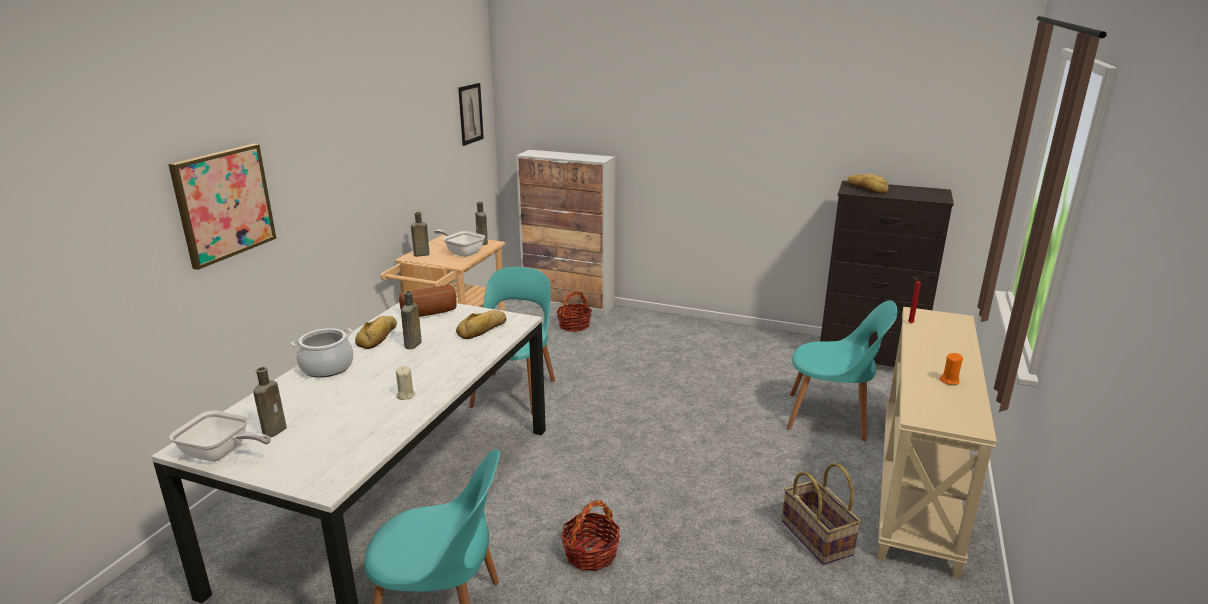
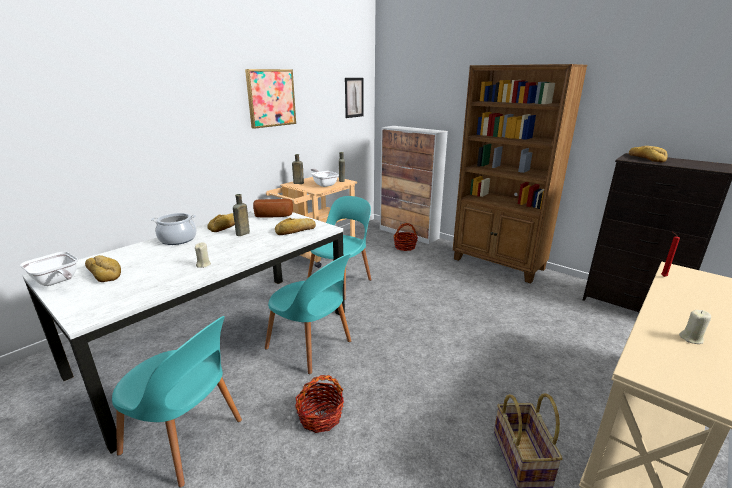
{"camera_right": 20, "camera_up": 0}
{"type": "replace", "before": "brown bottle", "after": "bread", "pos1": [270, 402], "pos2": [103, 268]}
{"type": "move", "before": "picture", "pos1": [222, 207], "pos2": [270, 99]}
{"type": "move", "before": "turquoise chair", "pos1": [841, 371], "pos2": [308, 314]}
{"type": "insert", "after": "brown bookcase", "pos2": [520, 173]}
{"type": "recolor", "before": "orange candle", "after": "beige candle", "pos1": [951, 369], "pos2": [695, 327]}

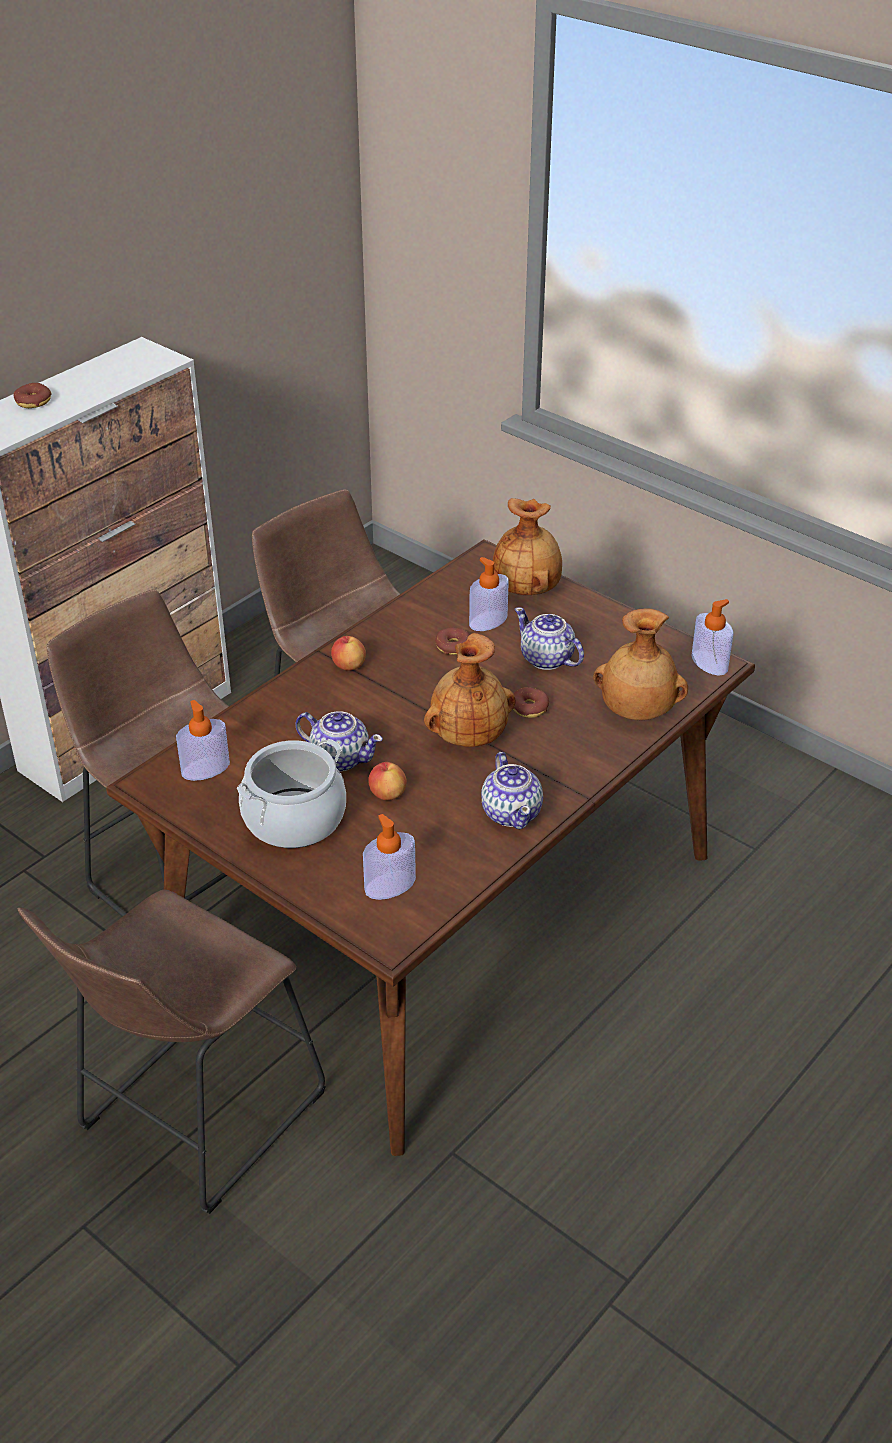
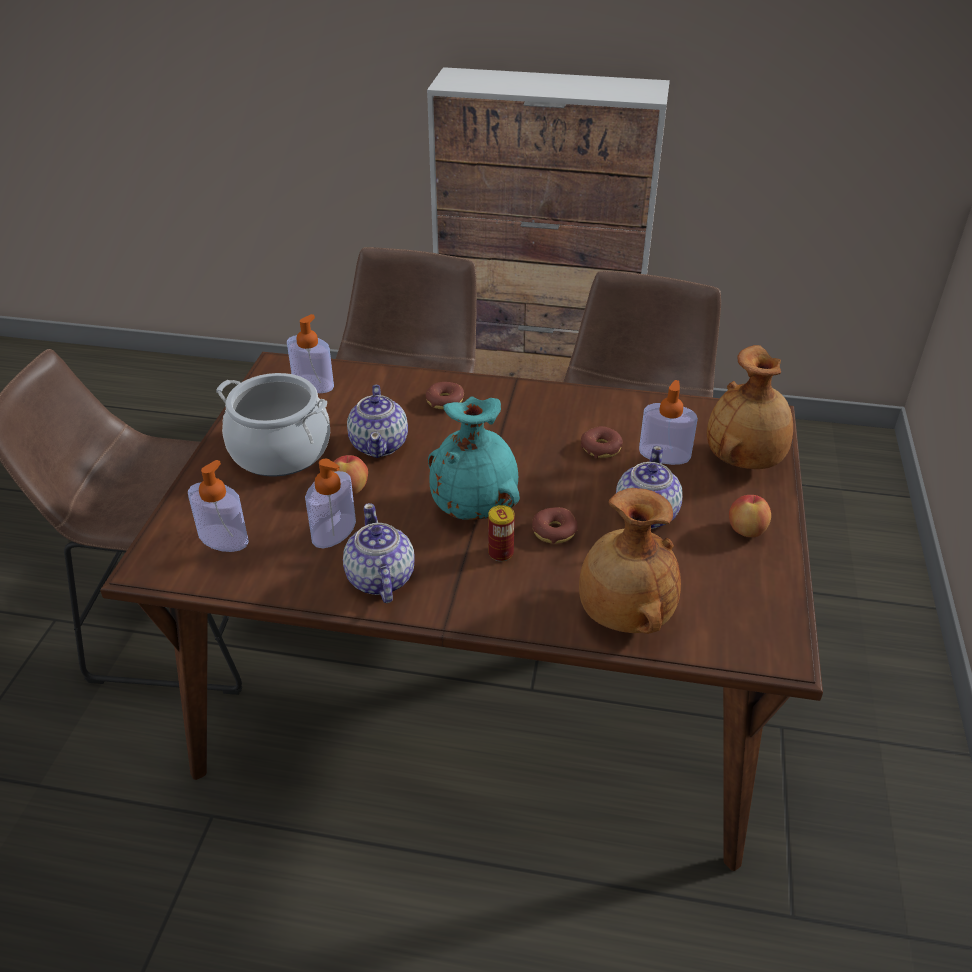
{"camera_right": 60, "camera_up": 0}
{"type": "move", "before": "soap dispenser", "pos1": [712, 637], "pos2": [330, 503]}
{"type": "rotate", "before": "teapot", "pos1": [512, 791], "pos2": [379, 553], "turn": 120}
{"type": "move", "before": "donut", "pos1": [32, 395], "pos2": [445, 396]}
{"type": "recolor", "before": "brown vase", "after": "turquoise vase", "pos1": [470, 690], "pos2": [474, 458]}
{"type": "insert", "after": "can", "pos2": [501, 533]}
{"type": "move", "before": "apple", "pos1": [348, 653], "pos2": [750, 516]}

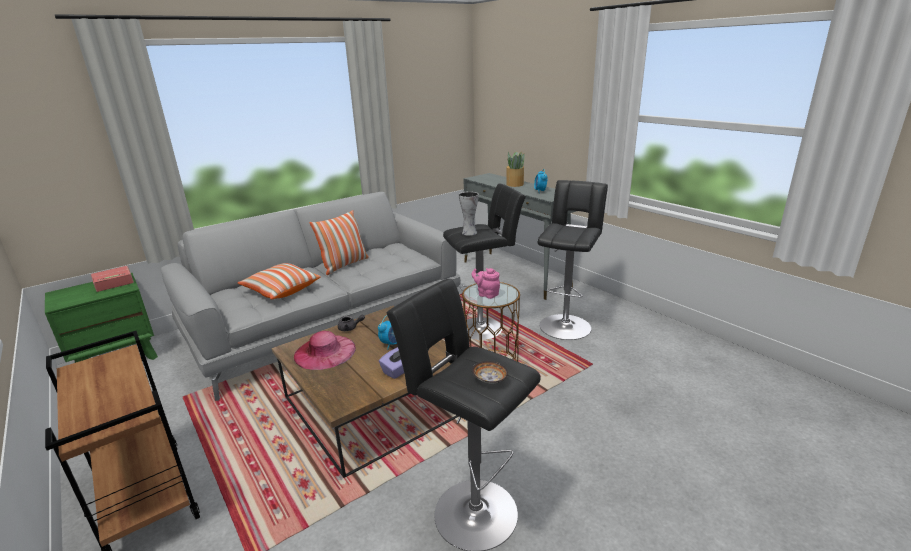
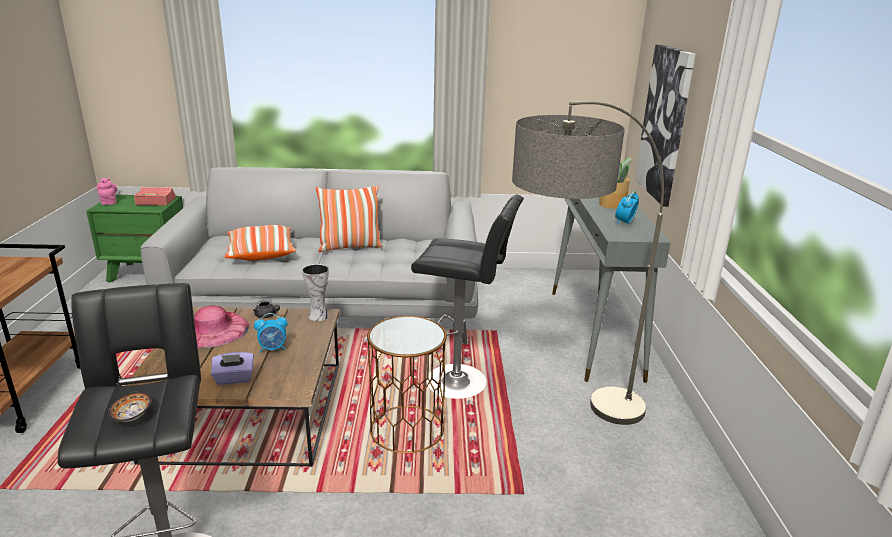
{"camera_right": 35, "camera_up": 0}
{"type": "move", "before": "pink teapot", "pos1": [485, 283], "pos2": [107, 191]}
{"type": "move", "before": "vase", "pos1": [469, 214], "pos2": [315, 292]}
{"type": "replace", "before": "black stool", "after": "floor lamp", "pos1": [573, 260], "pos2": [588, 263]}
{"type": "insert", "after": "picture", "pos2": [665, 126]}

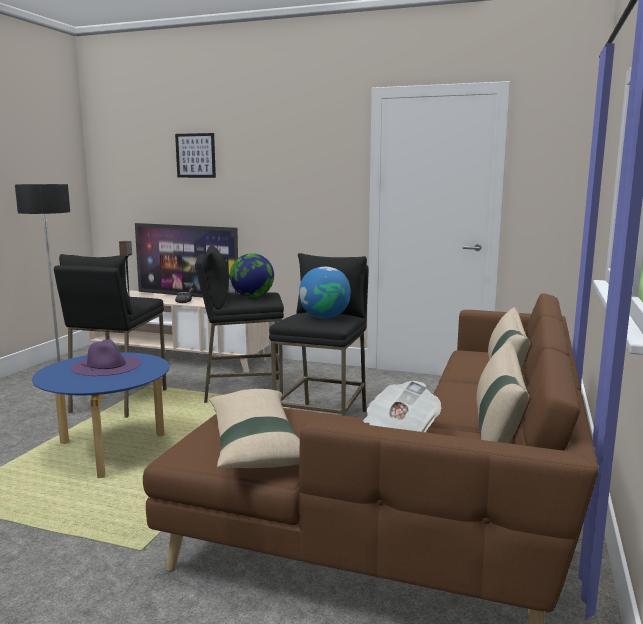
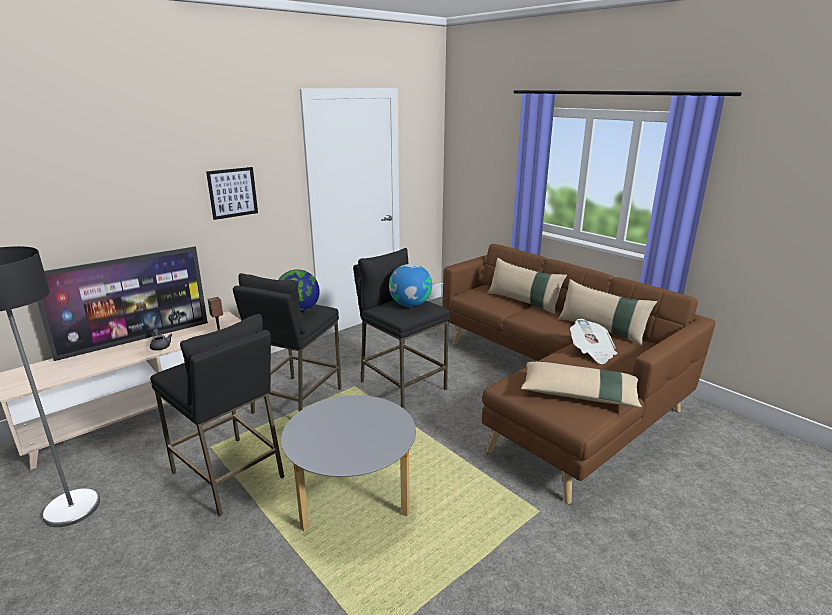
{"camera_right": -60, "camera_up": 10}
{"type": "move", "before": "picture", "pos1": [195, 155], "pos2": [232, 193]}
{"type": "recolor", "before": "blue coffee table", "after": "grey coffee table", "pos1": [100, 415], "pos2": [348, 463]}
{"type": "delete", "before": "purple hat", "pos1": [105, 357]}

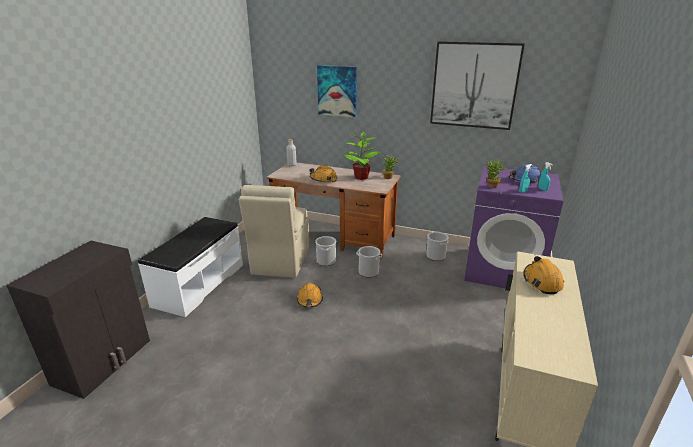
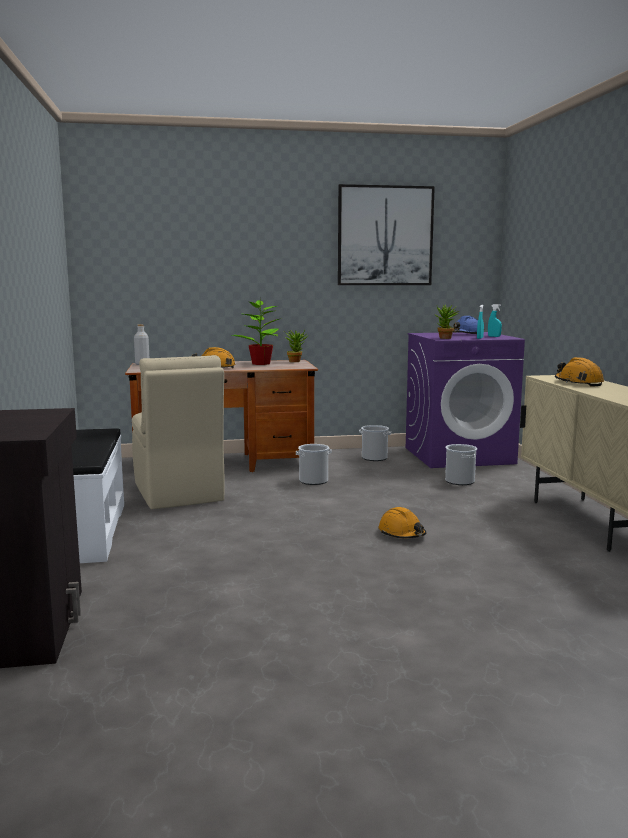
{"camera_right": -30, "camera_up": -15}
{"type": "move", "before": "orange hard hat", "pos1": [310, 295], "pos2": [402, 522]}
{"type": "move", "before": "bucket", "pos1": [325, 251], "pos2": [461, 464]}
{"type": "delete", "before": "picture", "pos1": [337, 91]}

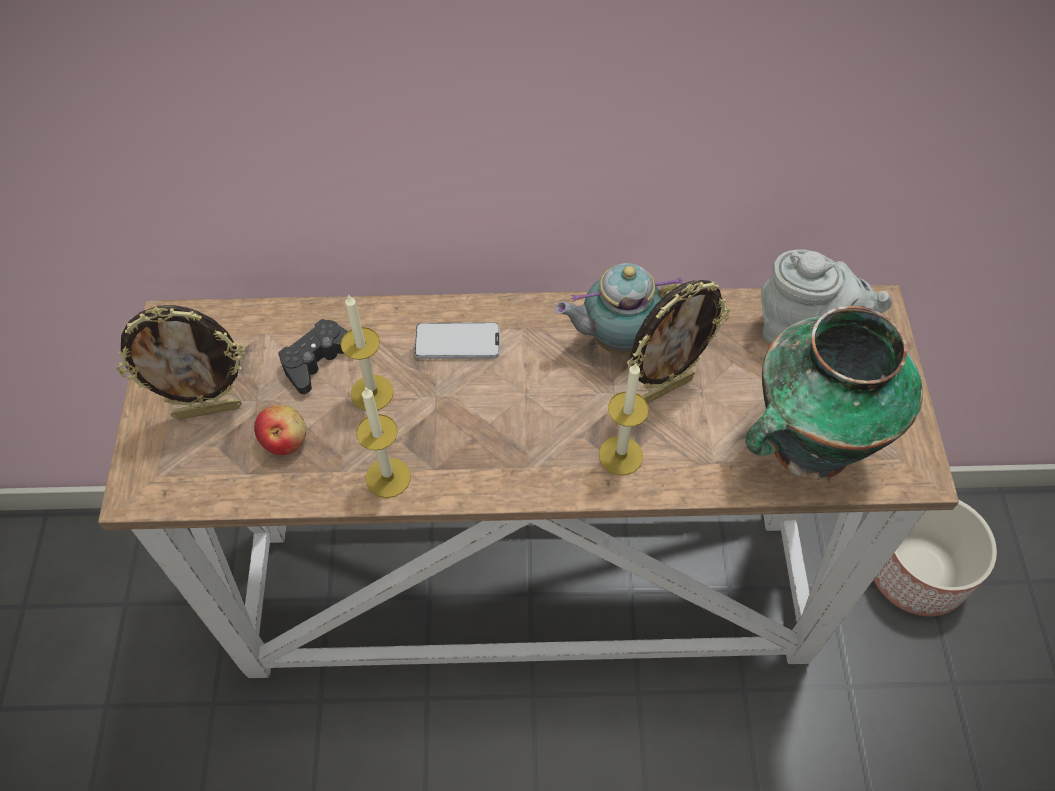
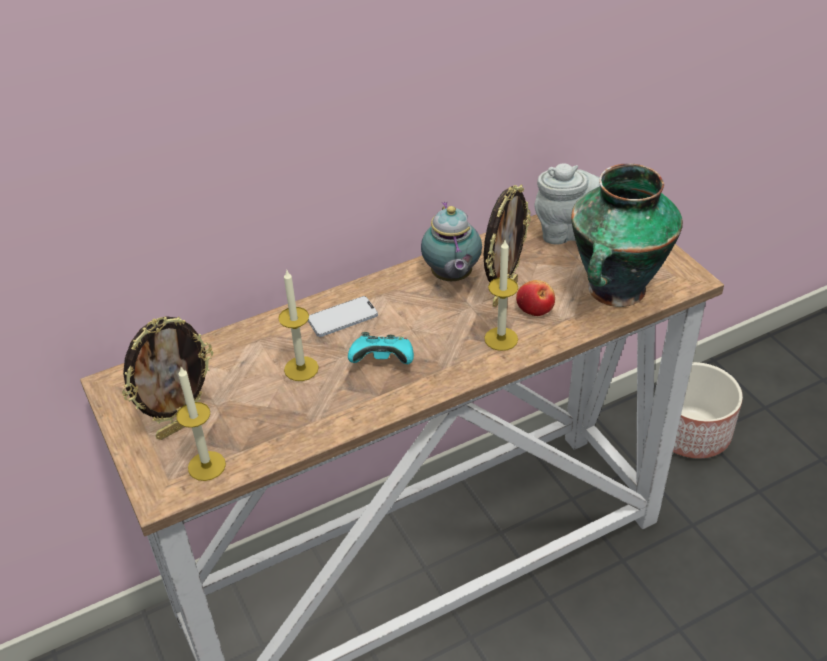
{"camera_right": -25, "camera_up": -15}
{"type": "move", "before": "candle", "pos1": [383, 442], "pos2": [201, 424]}
{"type": "insert", "after": "turquoise game controller", "pos2": [381, 348]}
{"type": "rotate", "before": "teapot", "pos1": [619, 309], "pos2": [451, 241], "turn": -60}
{"type": "move", "before": "apple", "pos1": [280, 430], "pos2": [535, 298]}
{"type": "delete", "before": "black game controller", "pos1": [313, 356]}

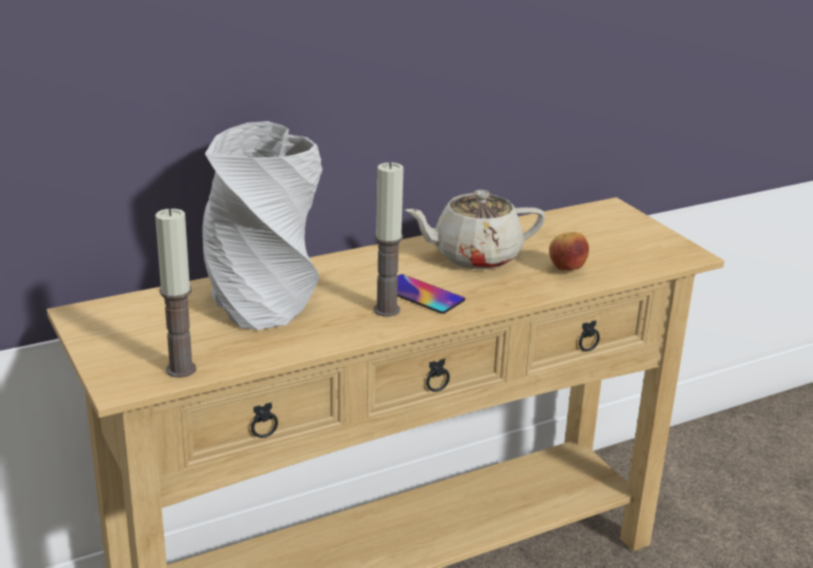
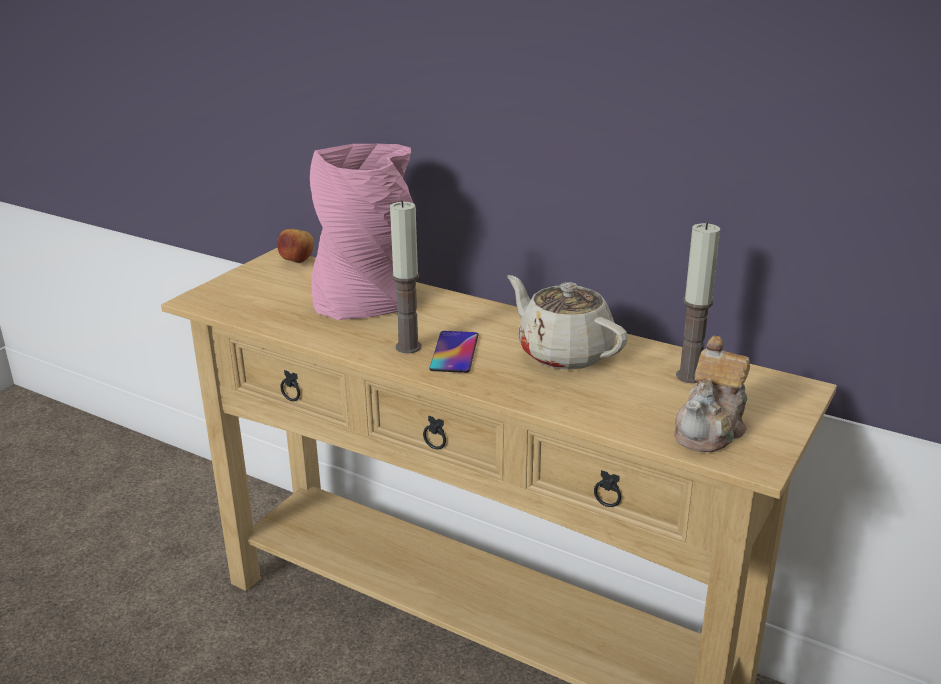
{"camera_right": 60, "camera_up": 0}
{"type": "move", "before": "apple", "pos1": [569, 251], "pos2": [295, 245]}
{"type": "recolor", "before": "grey vase", "after": "pink vase", "pos1": [262, 225], "pos2": [362, 232]}
{"type": "insert", "after": "teapot", "pos2": [712, 394]}
{"type": "move", "before": "candle", "pos1": [175, 293], "pos2": [698, 303]}

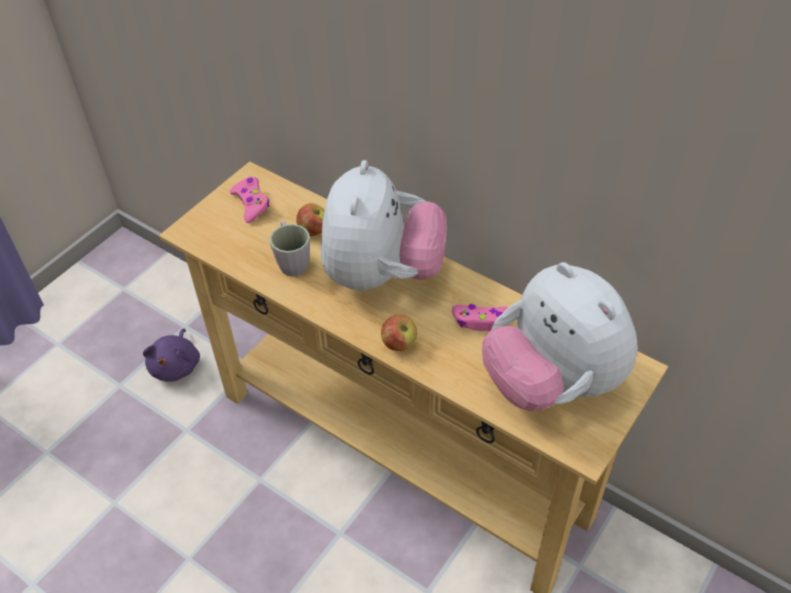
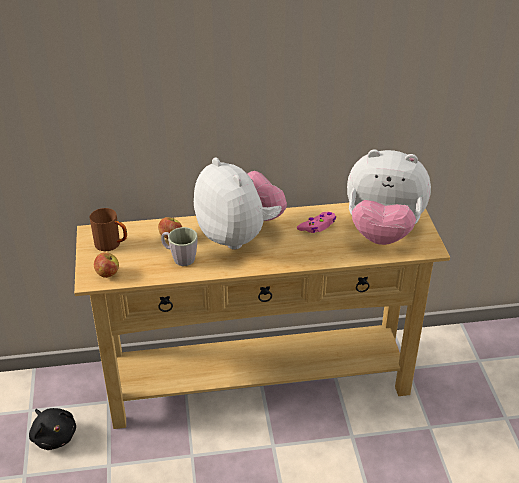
{"camera_right": -45, "camera_up": -10}
{"type": "recolor", "before": "purple plush toy", "after": "black plush toy", "pos1": [171, 355], "pos2": [52, 429]}
{"type": "replace", "before": "pink game controller", "after": "brown mug", "pos1": [249, 200], "pos2": [108, 229]}
{"type": "move", "before": "apple", "pos1": [399, 333], "pos2": [106, 265]}

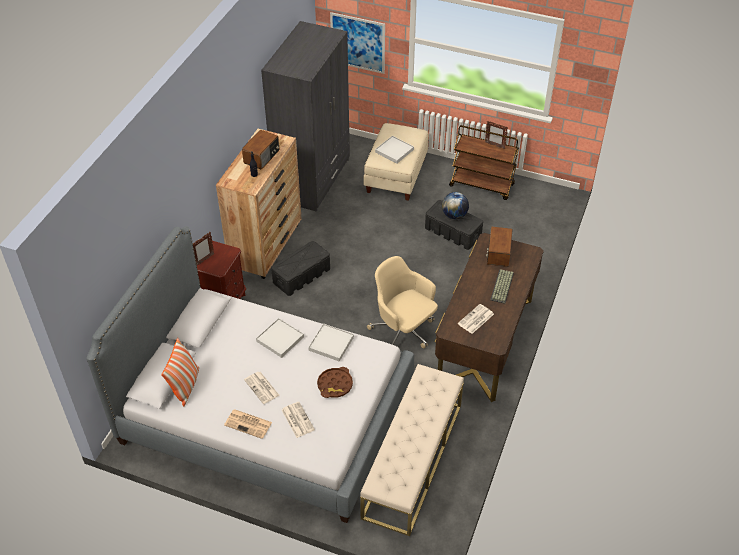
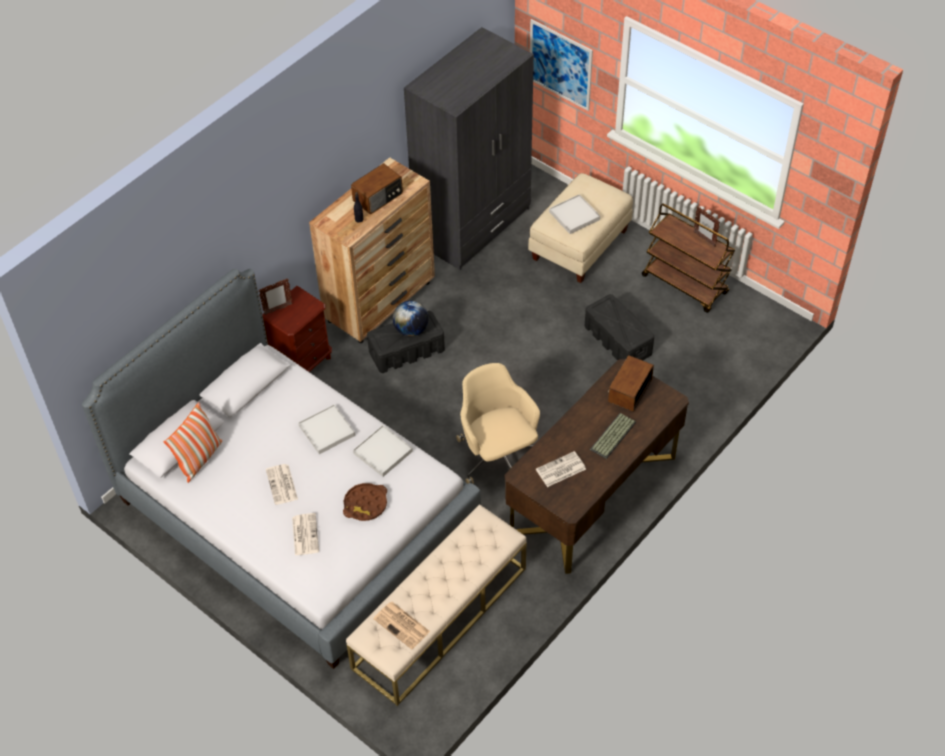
{"camera_right": 20, "camera_up": 5}
{"type": "move", "before": "newspaper", "pos1": [248, 424], "pos2": [401, 625]}
{"type": "move", "before": "globe", "pos1": [455, 205], "pos2": [410, 318]}

